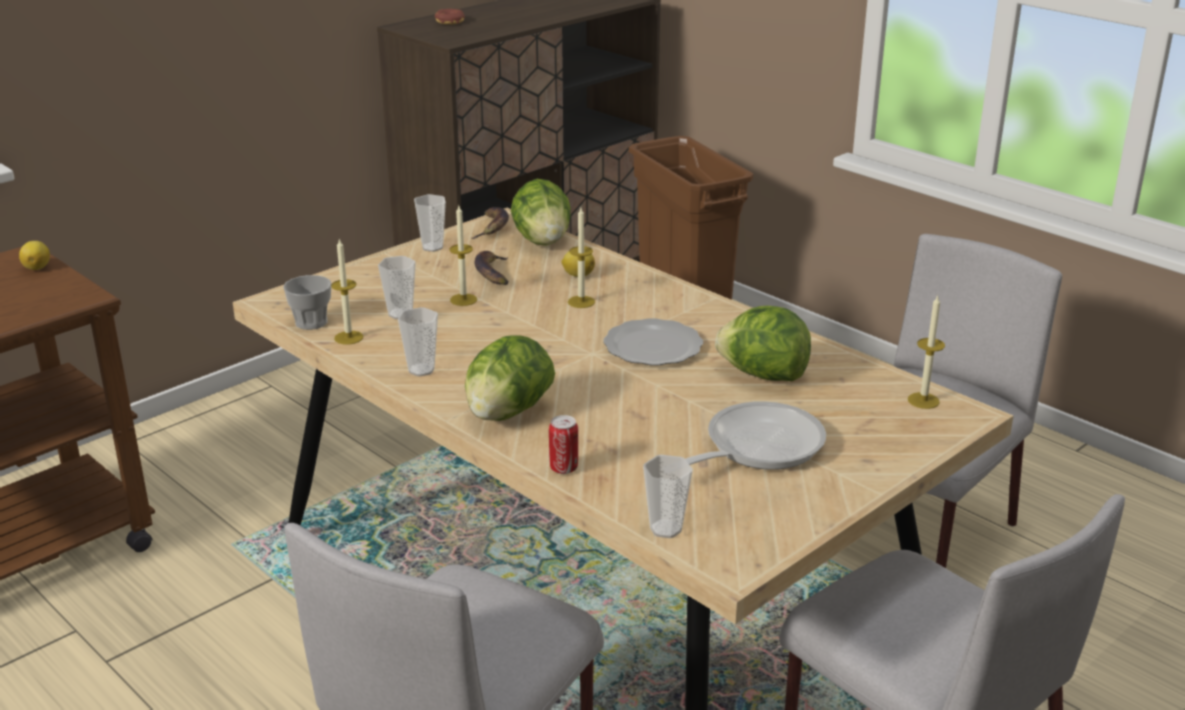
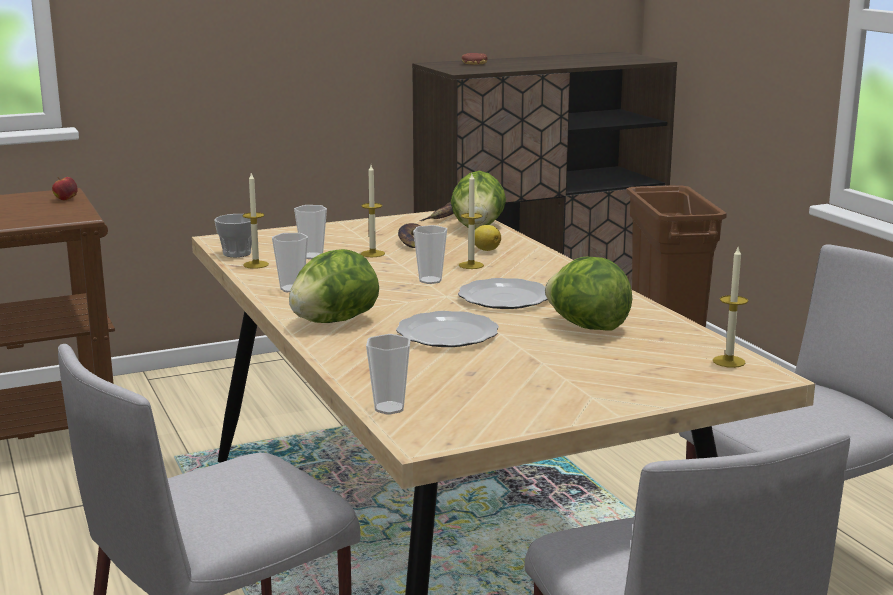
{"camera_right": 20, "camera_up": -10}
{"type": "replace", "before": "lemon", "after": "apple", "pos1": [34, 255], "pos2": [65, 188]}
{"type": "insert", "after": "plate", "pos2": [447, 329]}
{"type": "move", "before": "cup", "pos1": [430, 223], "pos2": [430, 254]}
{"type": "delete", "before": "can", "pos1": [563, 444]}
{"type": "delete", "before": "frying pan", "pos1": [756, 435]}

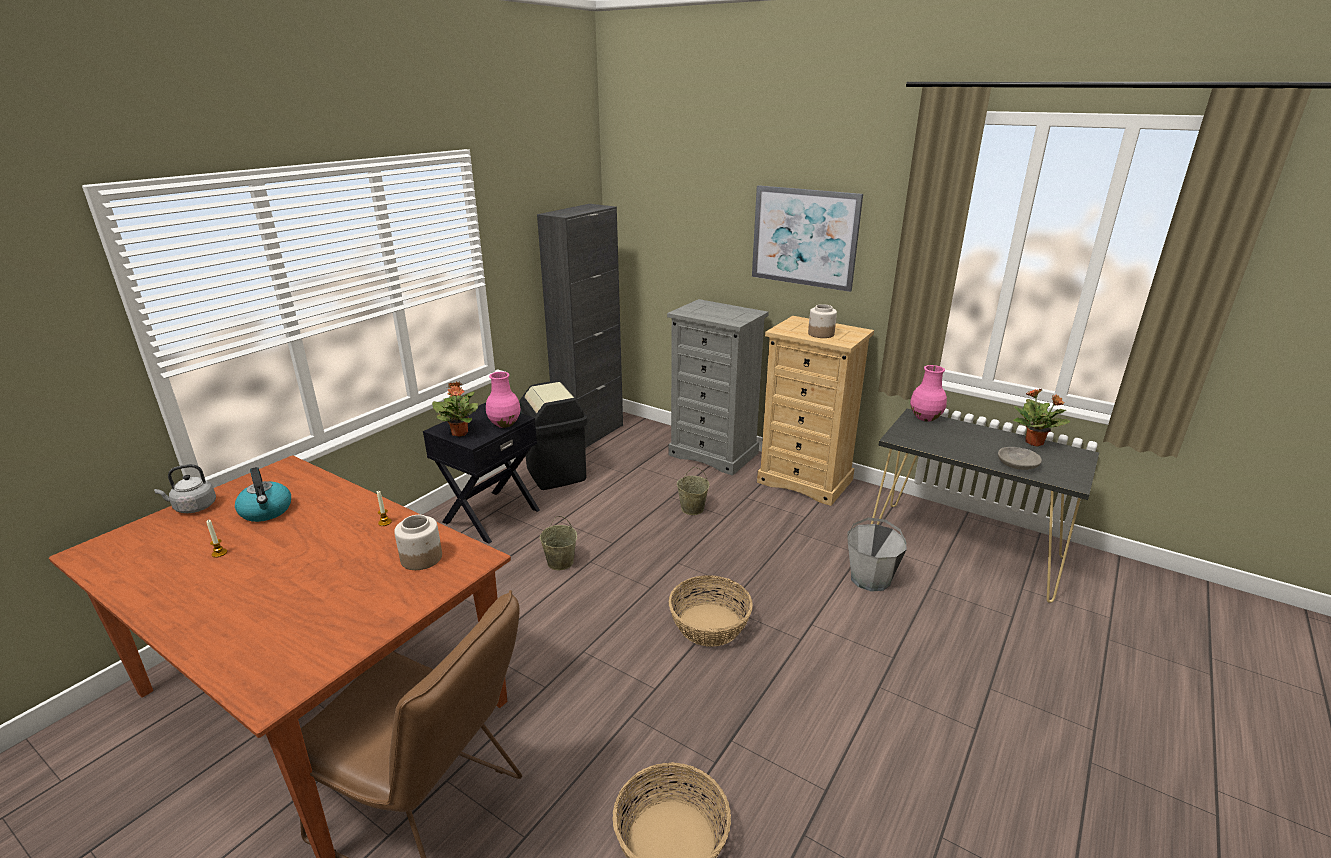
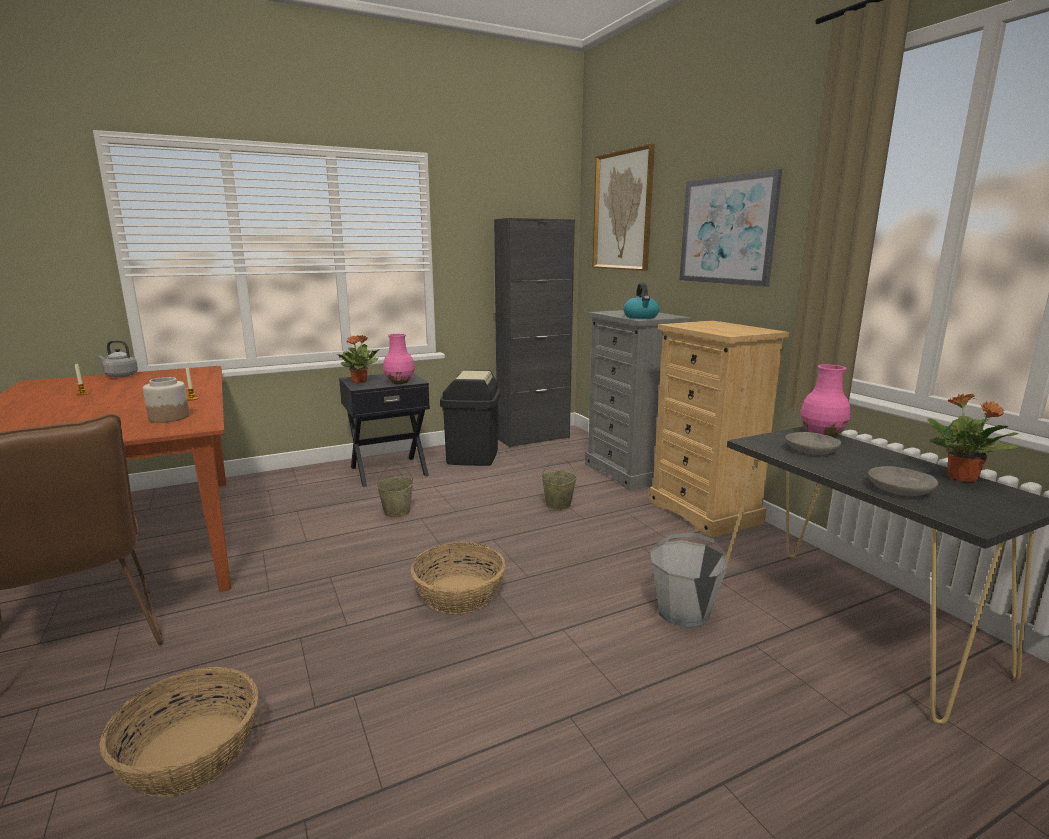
{"camera_right": 30, "camera_up": -10}
{"type": "insert", "after": "picture", "pos2": [623, 207]}
{"type": "move", "before": "kettle", "pos1": [263, 494], "pos2": [641, 301]}
{"type": "insert", "after": "grey bowl", "pos2": [813, 443]}
{"type": "delete", "before": "jar", "pos1": [822, 321]}

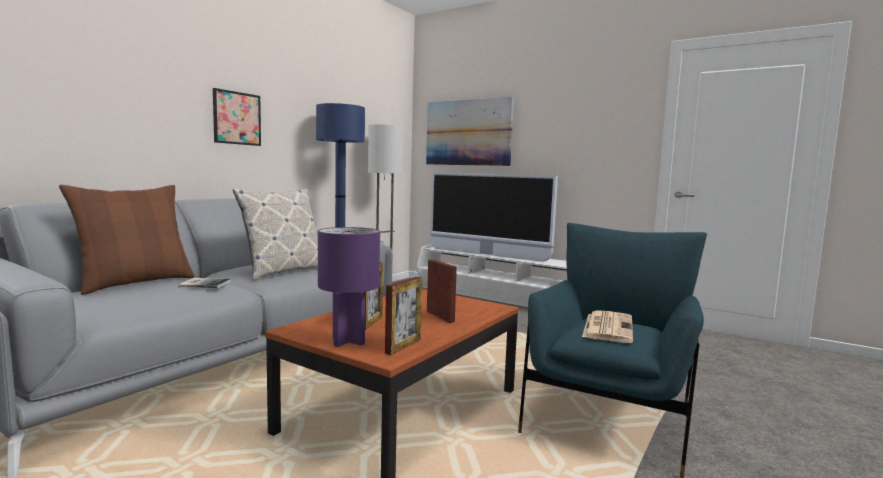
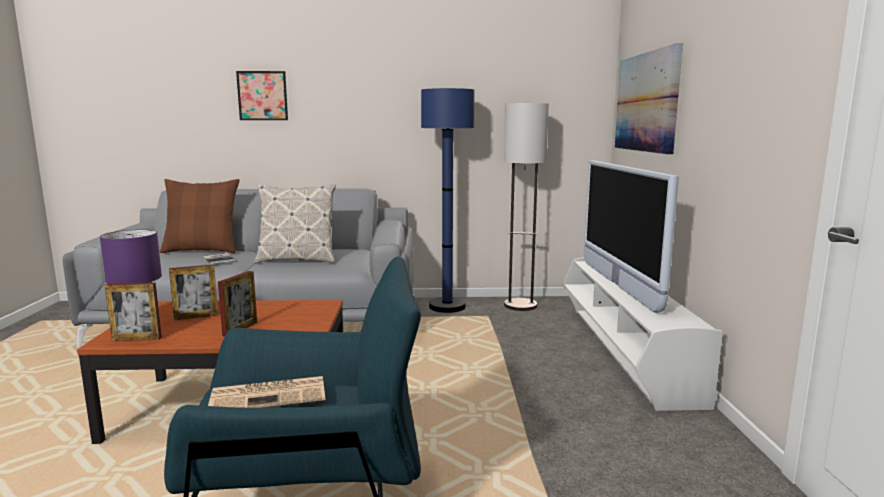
{"camera_right": 55, "camera_up": 5}
{"type": "move", "before": "picture", "pos1": [237, 117], "pos2": [262, 95]}

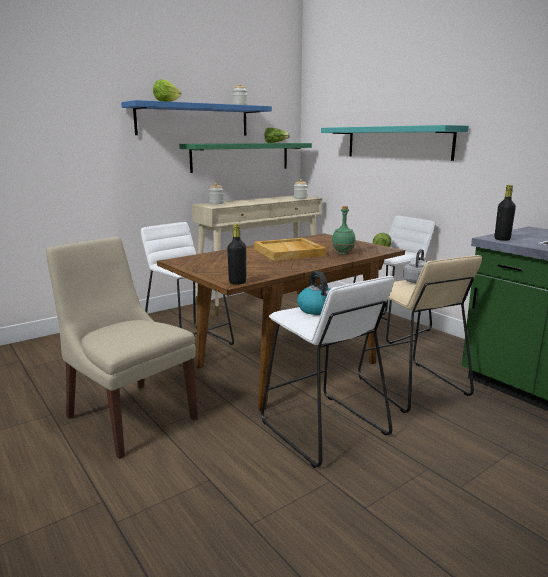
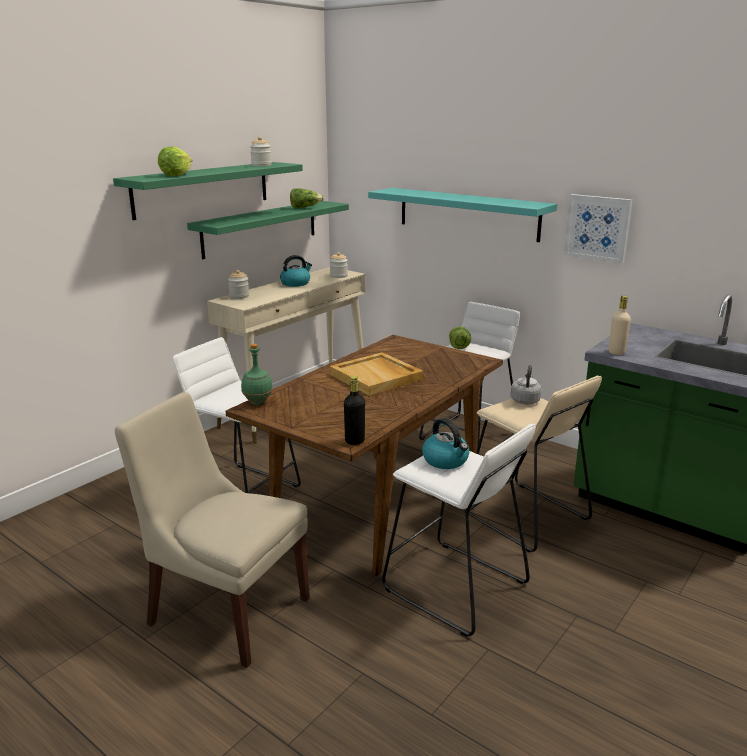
{"camera_right": -15, "camera_up": 5}
{"type": "recolor", "before": "blue shelf", "after": "green shelf", "pos1": [196, 118], "pos2": [208, 191]}
{"type": "move", "before": "green bottle", "pos1": [343, 230], "pos2": [257, 374]}
{"type": "insert", "after": "kettle", "pos2": [296, 271]}
{"type": "insert", "after": "picture", "pos2": [598, 228]}
{"type": "recolor", "before": "black bottle", "after": "beige bottle", "pos1": [505, 213], "pos2": [619, 325]}

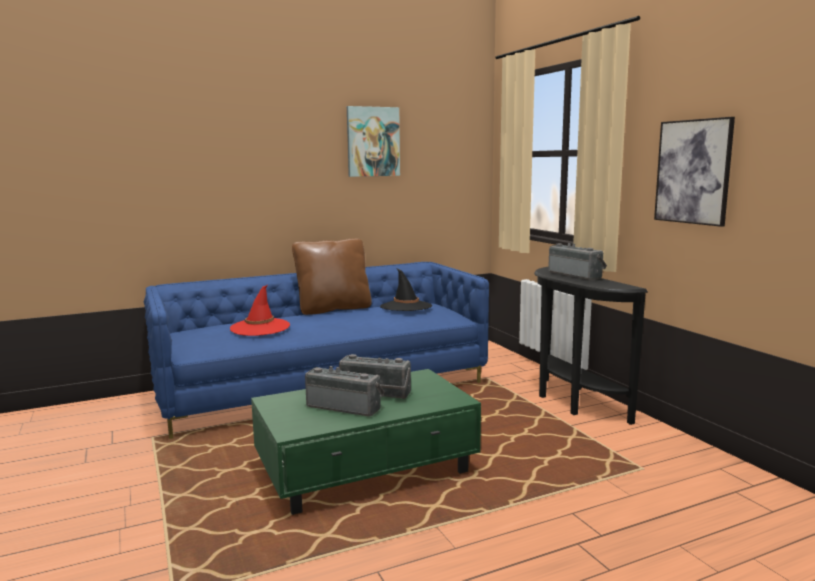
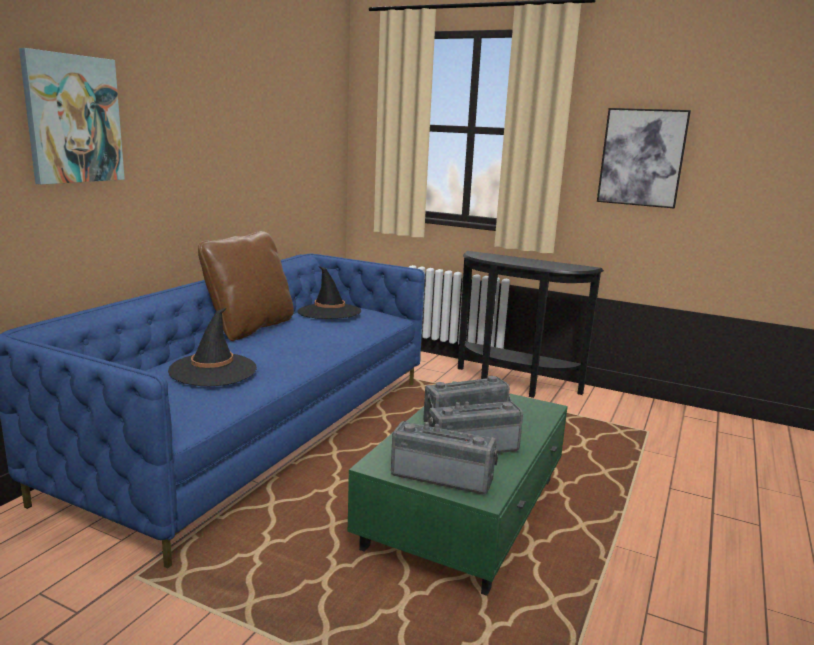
{"camera_right": -40, "camera_up": 5}
{"type": "move", "before": "picture", "pos1": [373, 141], "pos2": [72, 116]}
{"type": "recolor", "before": "red hat", "after": "black hat", "pos1": [260, 310], "pos2": [212, 347]}
{"type": "move", "before": "radio", "pos1": [577, 261], "pos2": [444, 457]}

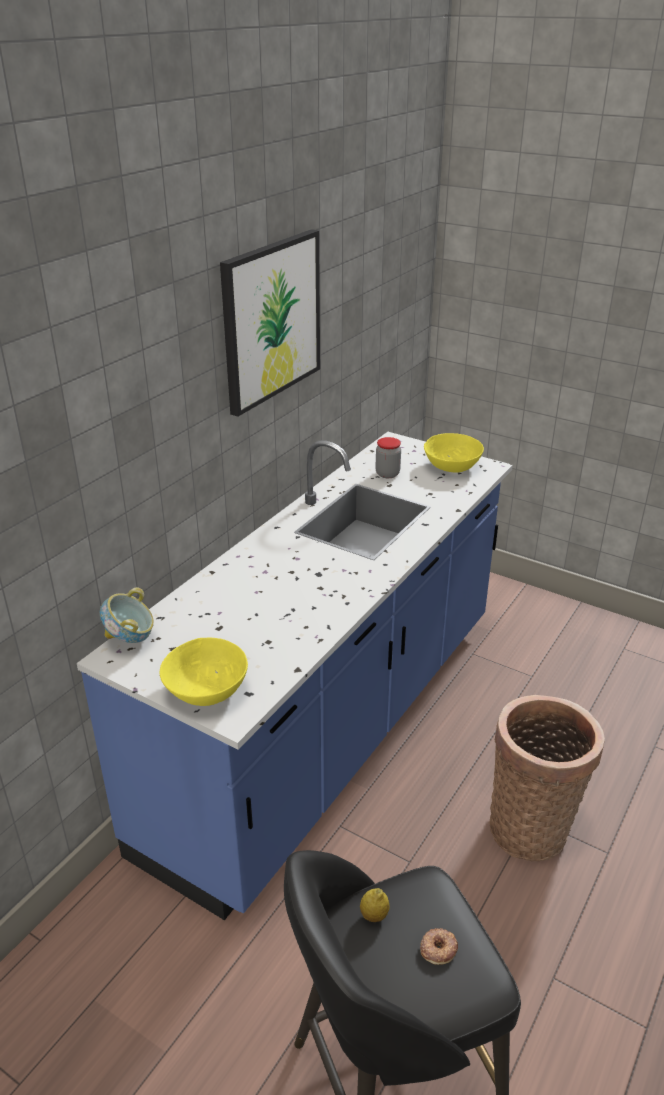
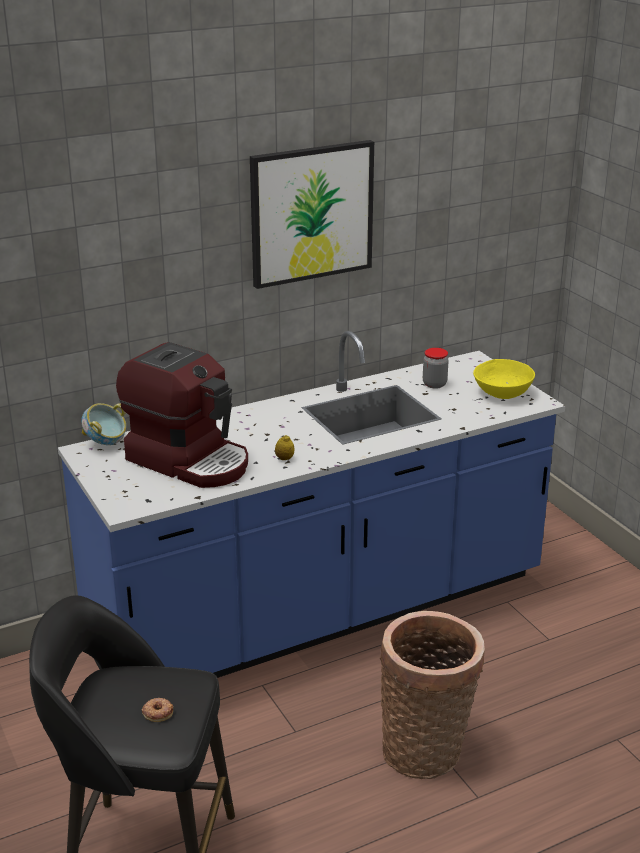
{"camera_right": 30, "camera_up": -5}
{"type": "insert", "after": "coffee machine", "pos2": [182, 415]}
{"type": "move", "before": "lemon", "pos1": [375, 905], "pos2": [284, 447]}
{"type": "delete", "before": "yellow bowl", "pos1": [204, 671]}

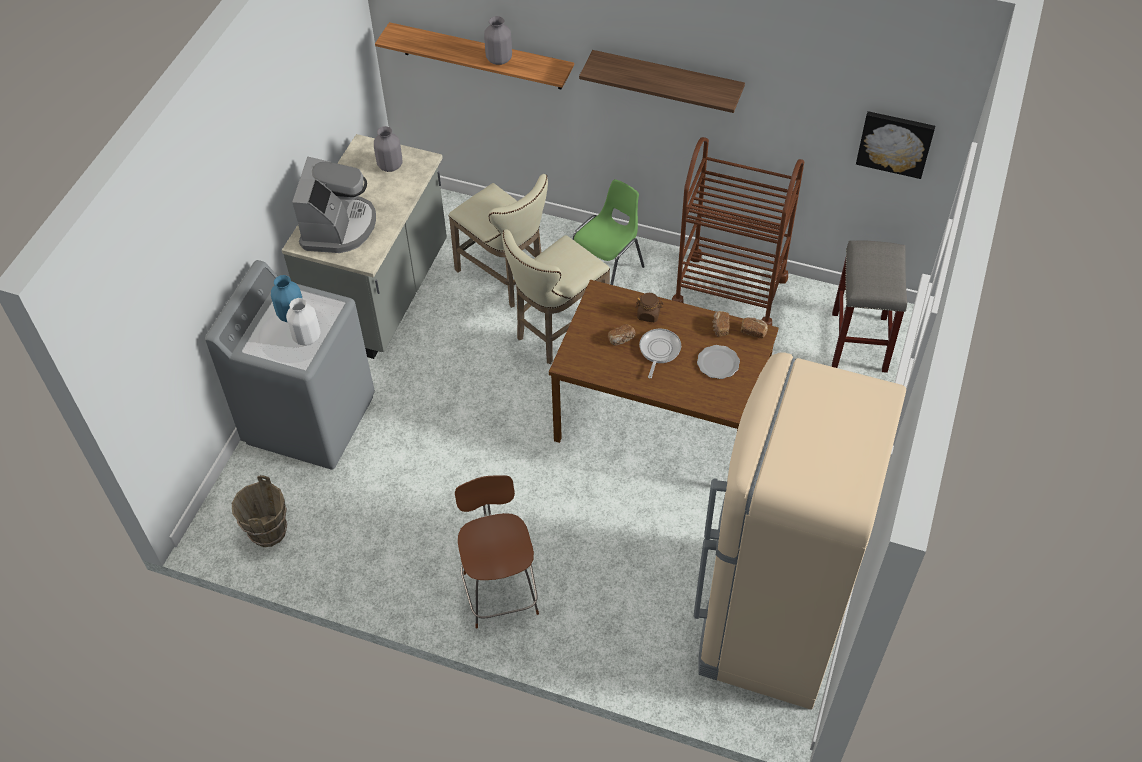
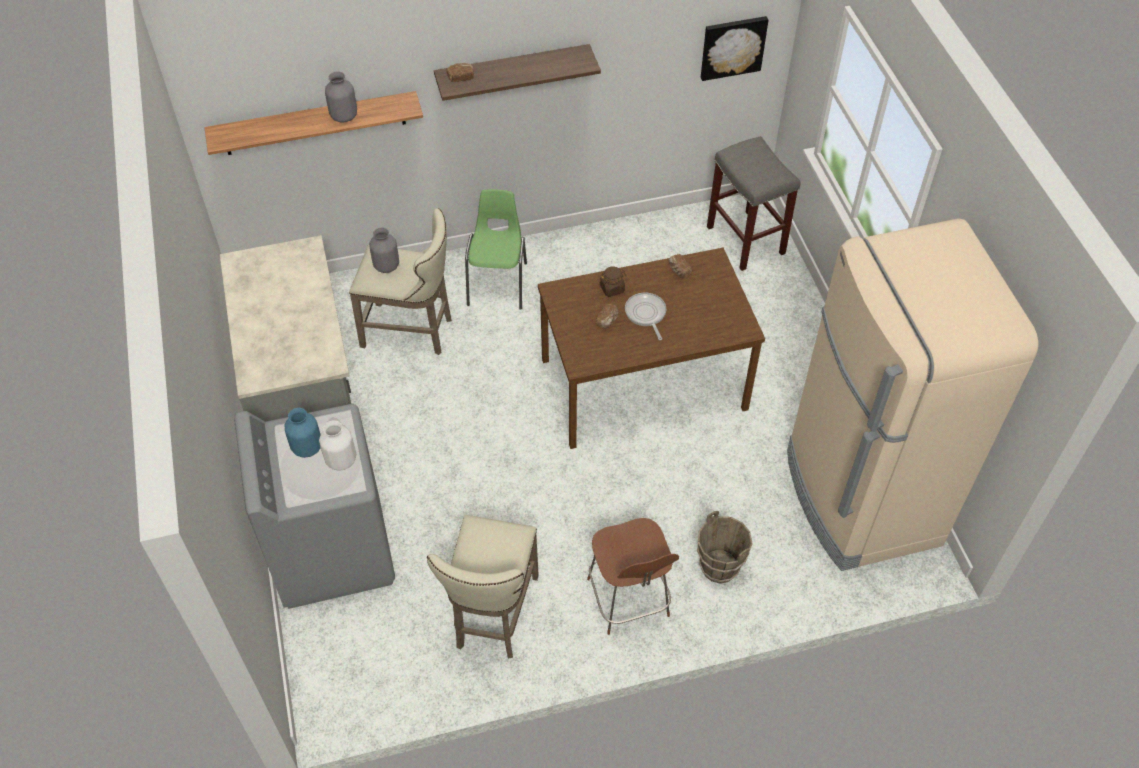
{"camera_right": -35, "camera_up": 0}
{"type": "move", "before": "grey vase", "pos1": [388, 149], "pos2": [384, 250]}
{"type": "move", "before": "beige stool", "pos1": [556, 296], "pos2": [483, 586]}
{"type": "move", "before": "bread", "pos1": [754, 327], "pos2": [460, 72]}
{"type": "rotate", "before": "brown chair", "pos1": [497, 552], "pos2": [633, 576], "turn": -150}
{"type": "move", "before": "brown bucket", "pos1": [259, 511], "pos2": [725, 547]}
{"type": "delete", "before": "coffee machine", "pos1": [334, 205]}
{"type": "delete", "before": "brown cart", "pos1": [738, 231]}
{"type": "delete", "before": "plate", "pos1": [718, 362]}

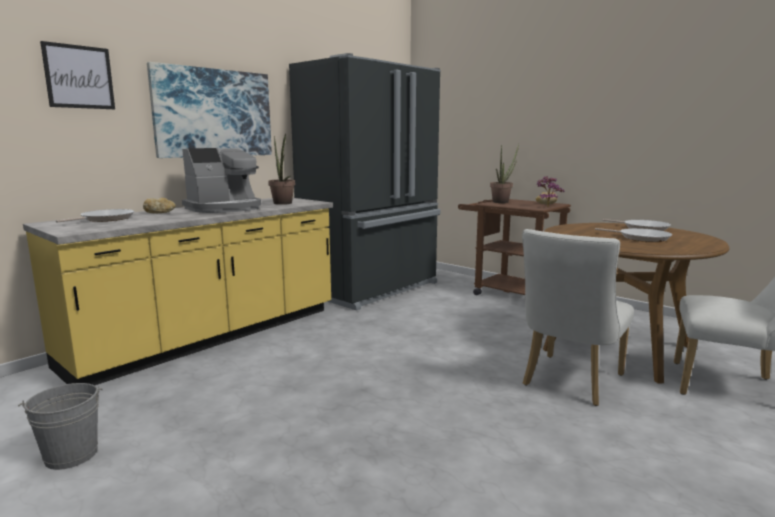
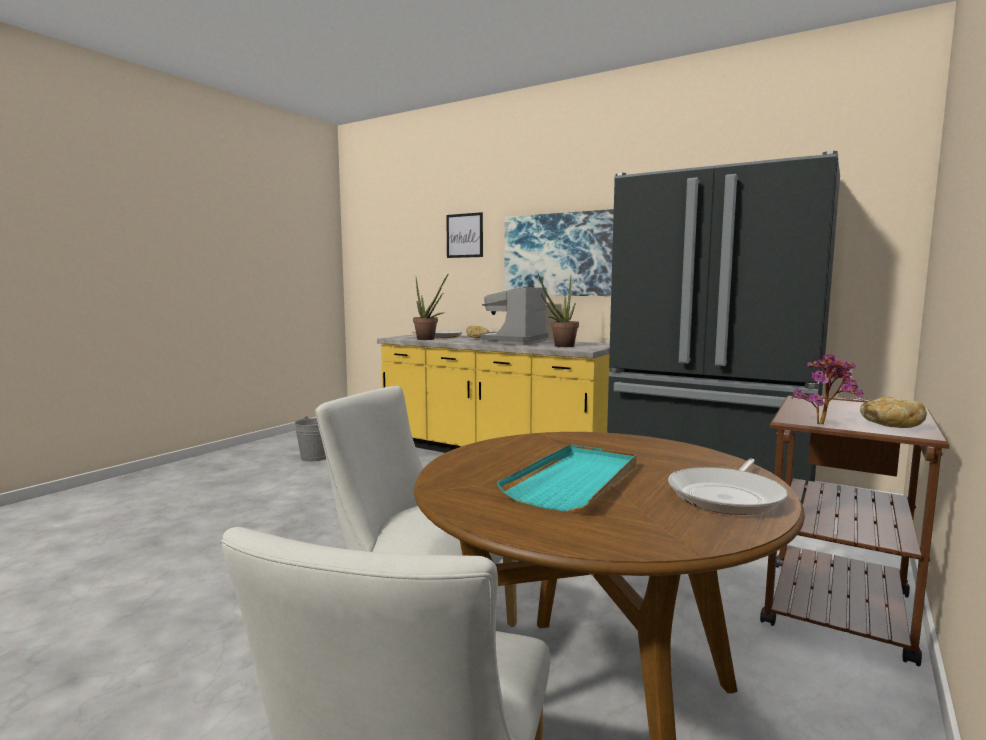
{"camera_right": 80, "camera_up": -5}
{"type": "move", "before": "potted plant", "pos1": [504, 173], "pos2": [430, 307]}
{"type": "rotate", "before": "coffee machine", "pos1": [221, 180], "pos2": [514, 316], "turn": 75}
{"type": "replace", "before": "frying pan", "after": "turquoise tray", "pos1": [633, 235], "pos2": [567, 478]}

